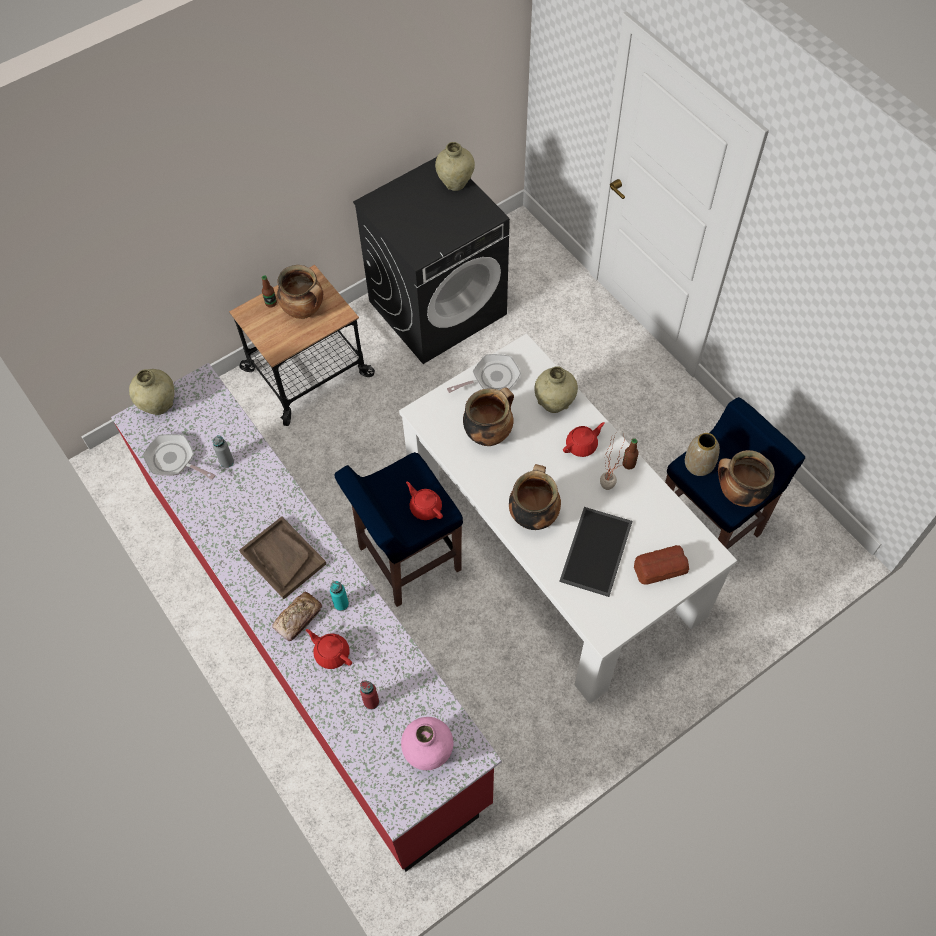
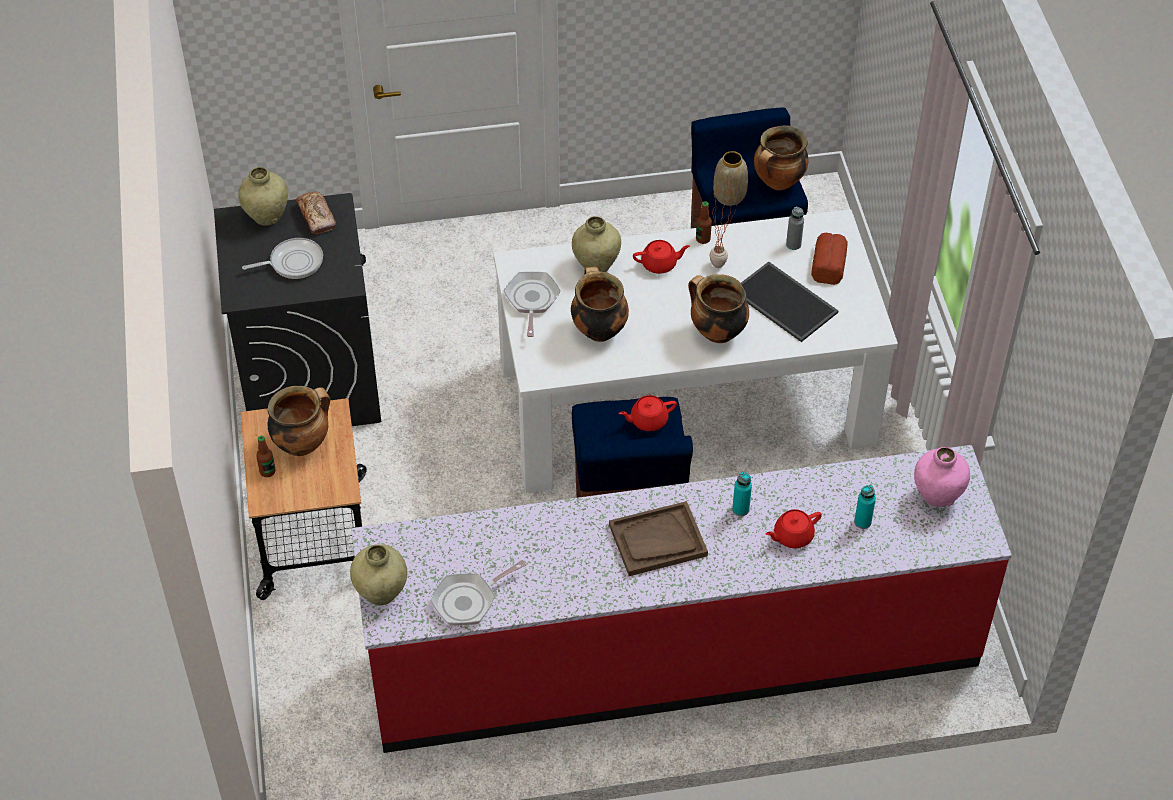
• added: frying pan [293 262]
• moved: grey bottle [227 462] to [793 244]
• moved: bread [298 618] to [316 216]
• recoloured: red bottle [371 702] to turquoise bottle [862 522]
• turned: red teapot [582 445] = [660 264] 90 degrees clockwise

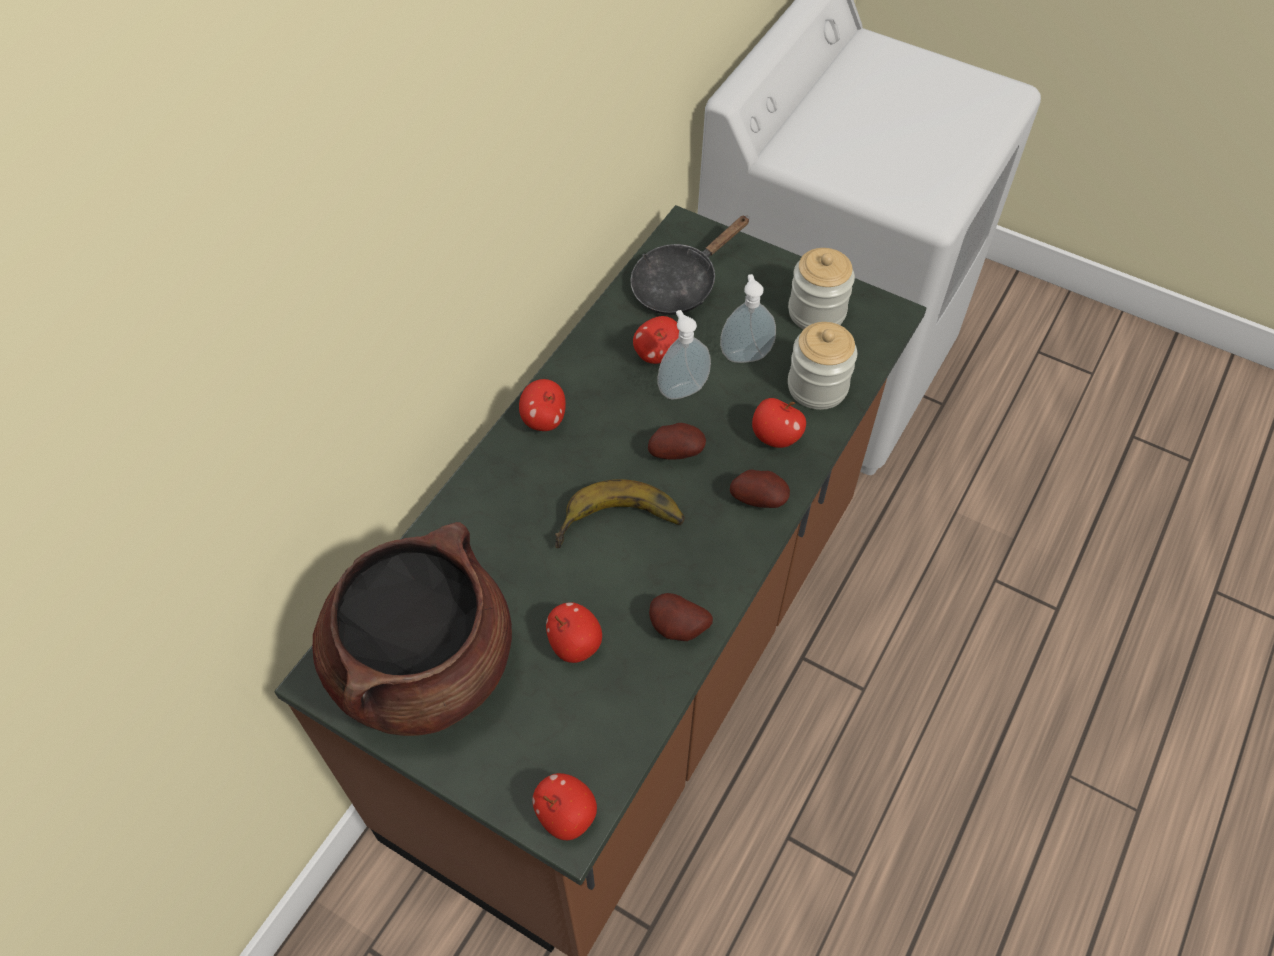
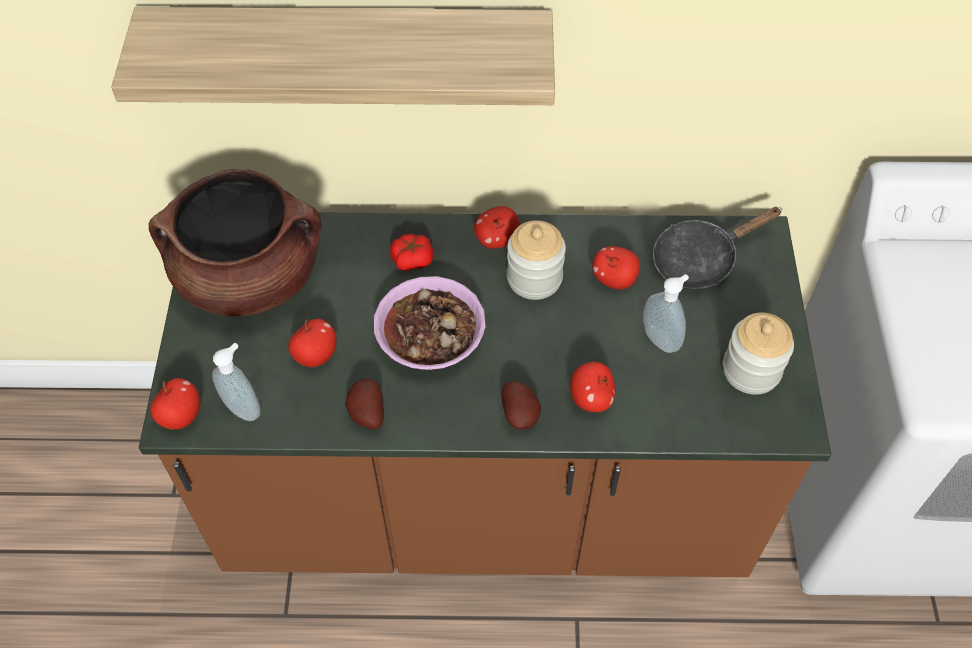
• removed: potato [676 451]
• added: shelf [349 53]
• added: tomato [412 259]
• moved: soap dispenser [681 389] to [244 407]
• moved: jar [817 386] to [534 278]
• replaced: banana [620 529] to bowl [431 335]
• turned: black frying pan [680 284] = [700 260] 45 degrees counterclockwise

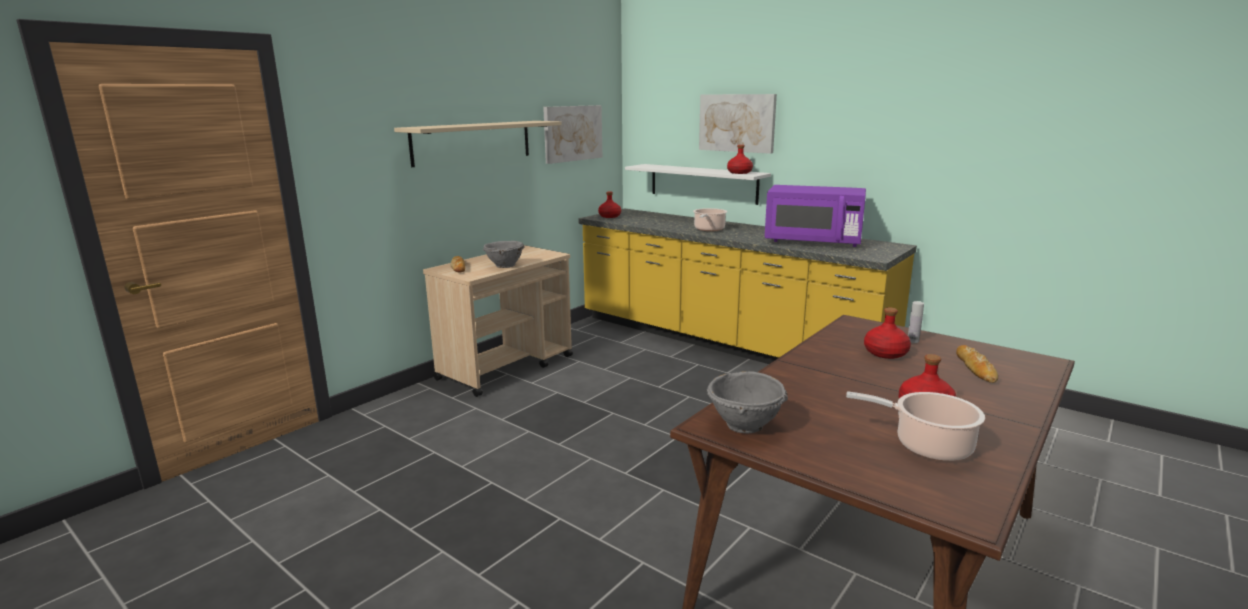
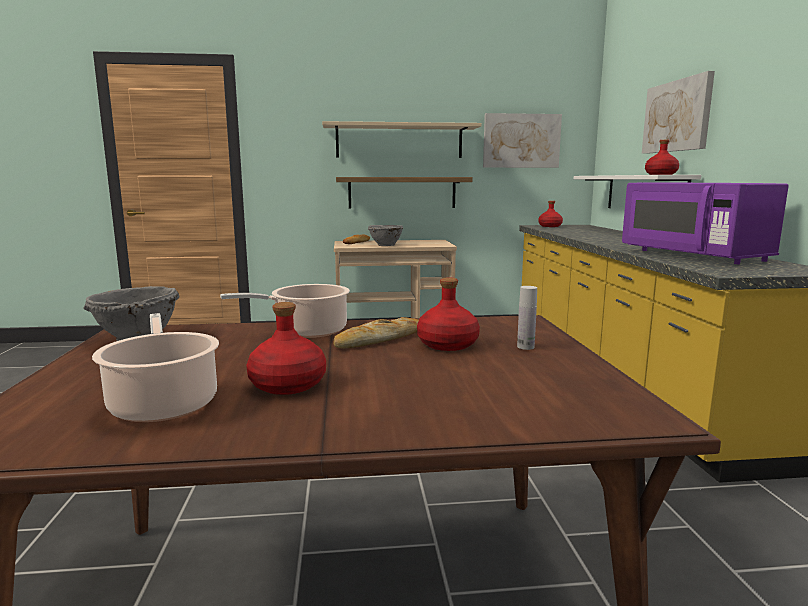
• added: shelf [402 192]
• moved: cooking pot [708 229] to [306 331]
• moved: bread [975 368] to [379 339]

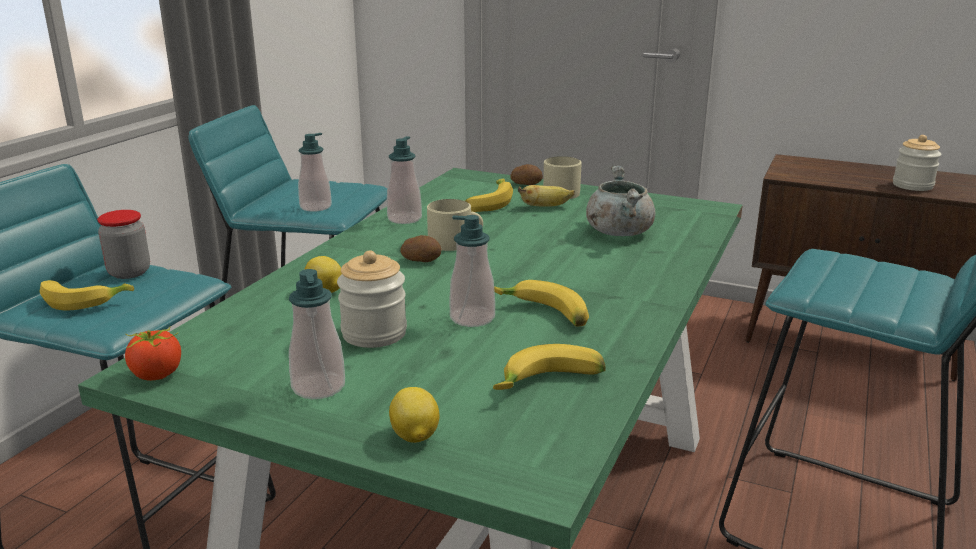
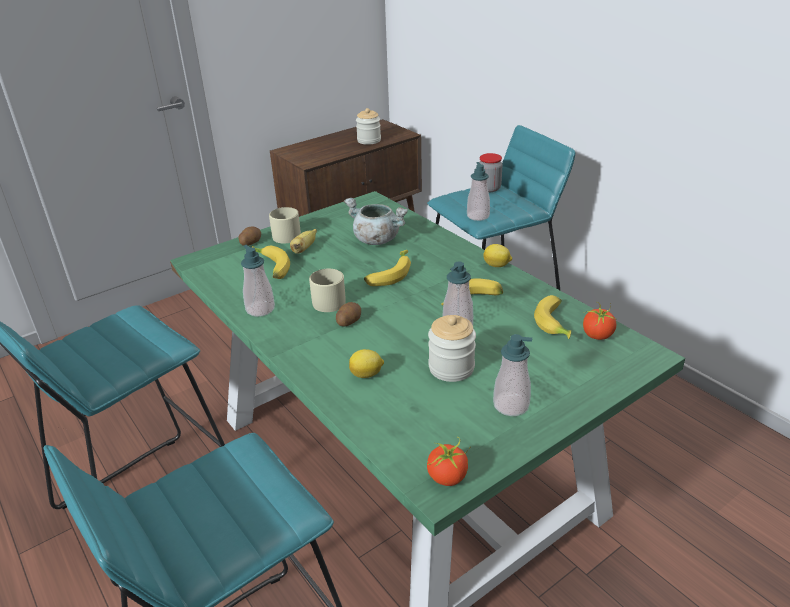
• added: tomato [597 335]
• moved: banana [85 301] to [389 274]
• moved: jar [129 272] to [489 188]
• moved: soap dispenser [315 207] to [478 216]
• moved: lemon [414 436] to [497 265]

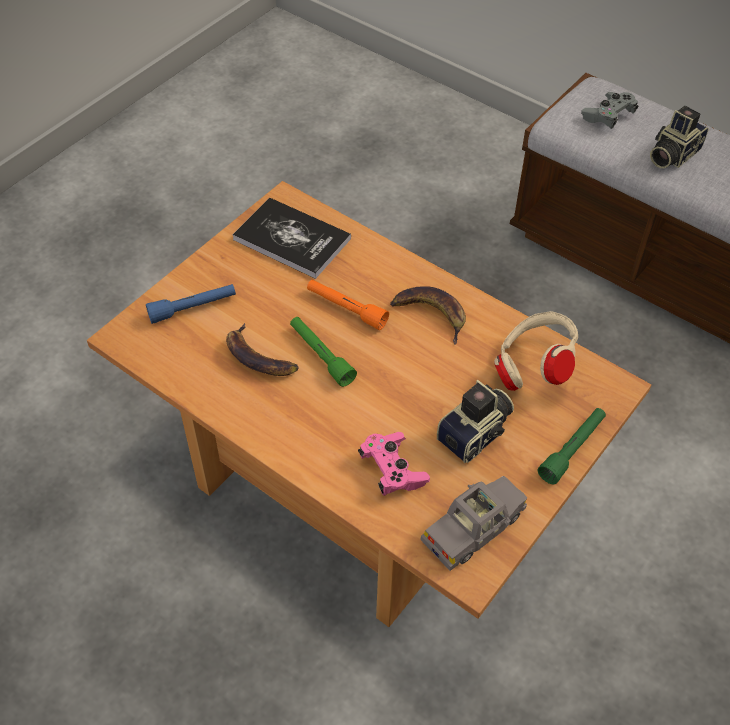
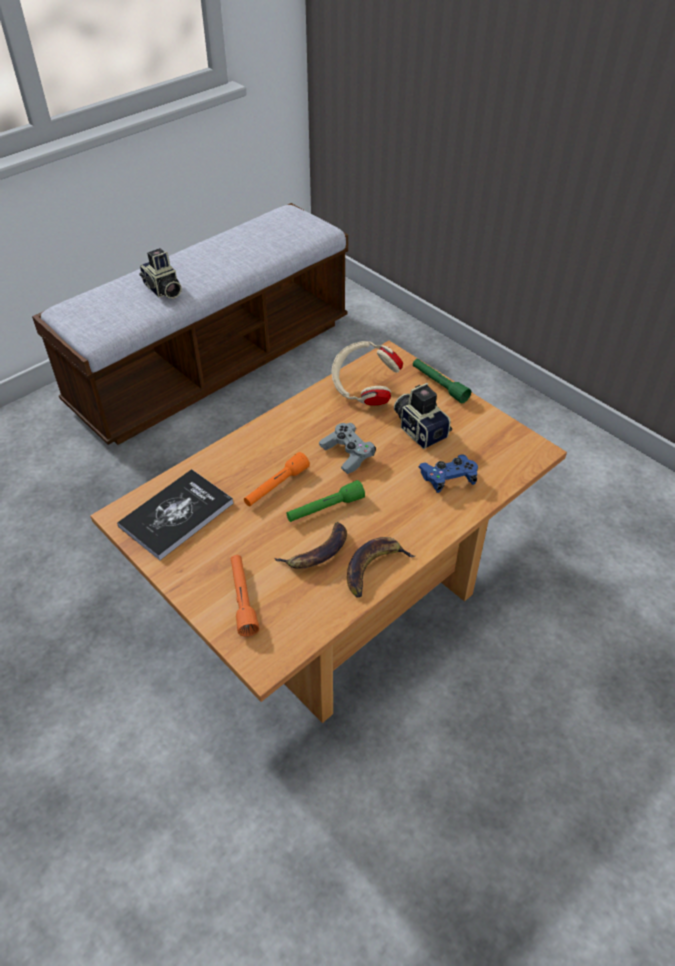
• removed: grey toy car [474 527]
• moved: banana [431 314] to [374 568]
• moved: grey game controller [608 116] to [347 454]
• recoloured: blue flashlight [193 308] to orange flashlight [243 599]
• recoloured: pink game controller [392 470] to blue game controller [448 479]

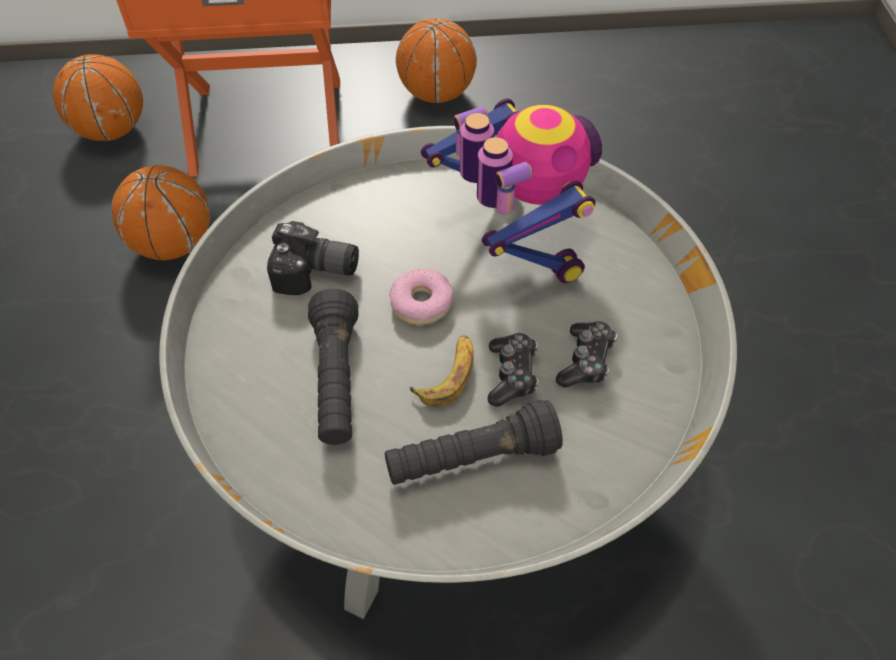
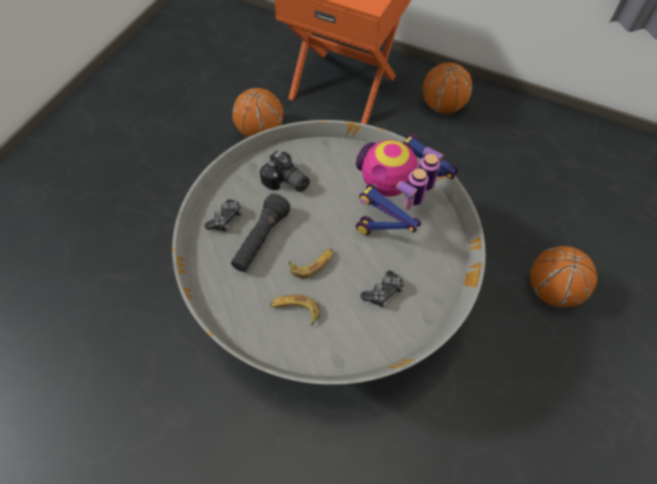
• removed: donut [421 303]
• moved: basketball [112 131] to [551 290]
• moved: game controller [512 375] to [226 219]
• replaced: black flashlight [472 459] to banana [295 310]
• turned: toy robot [515 239] = [394 211] 150 degrees counterclockwise

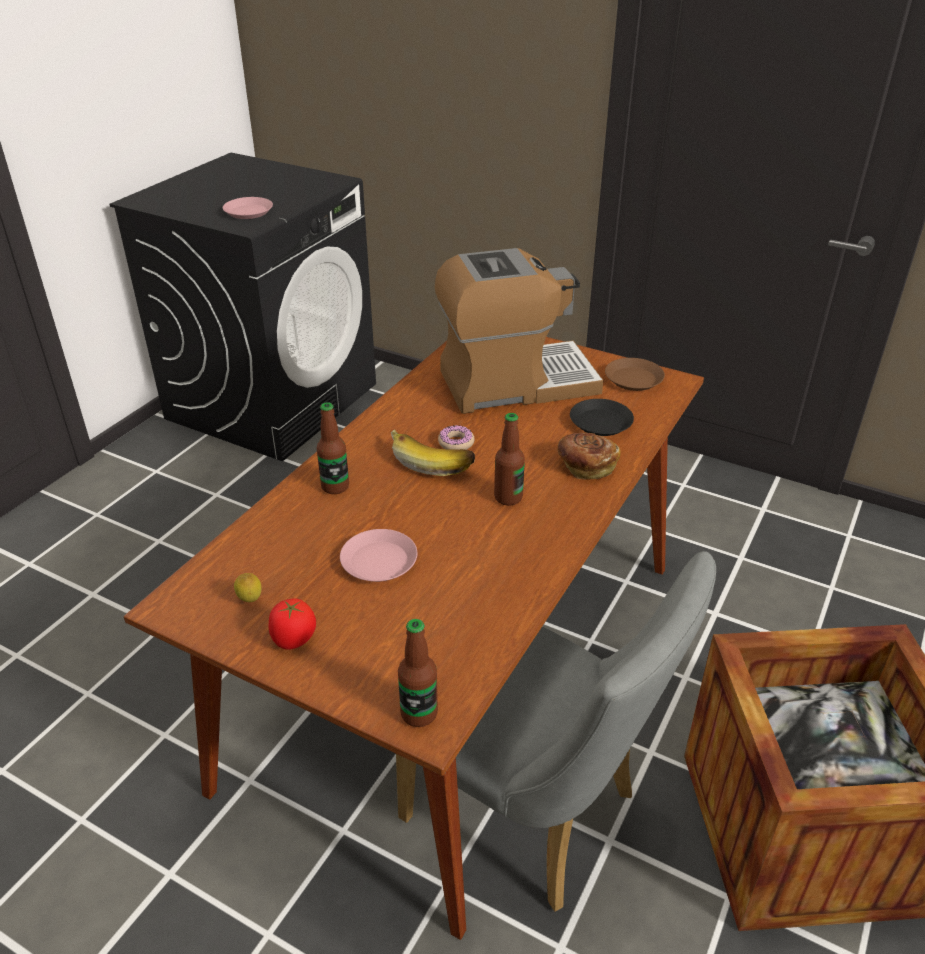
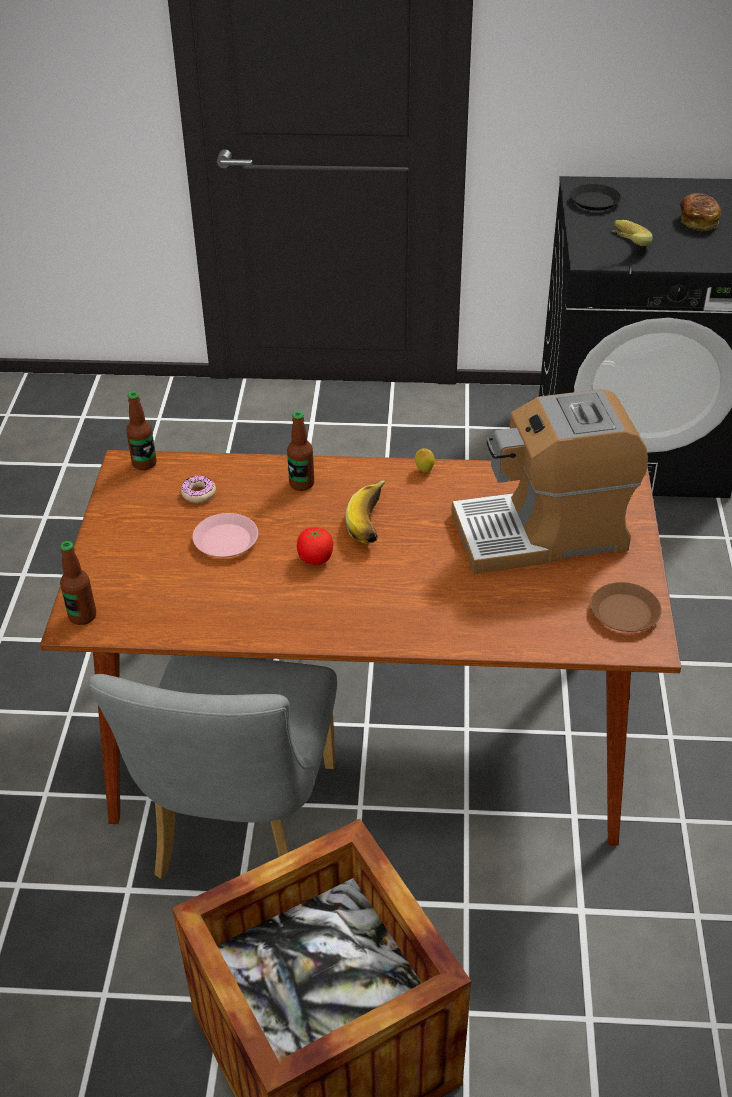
• moved: lemon [250 601] to [424 471]
• moved: tomato [293 639] to [315 559]
• moved: donut [456 443] to [198 493]
• moved: bottle [508 497] to [144 463]
• moved: bread [585 466] to [698 221]
• moved: black plate [601 422] to [594 201]
• replaced: pink plate [248 212] to banana [621 245]
• turned: coffee machine [515 383] = [542 532] 120 degrees clockwise

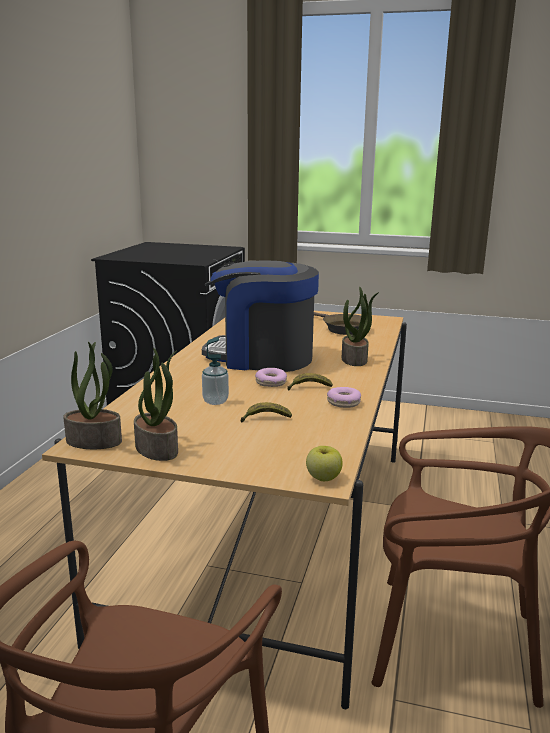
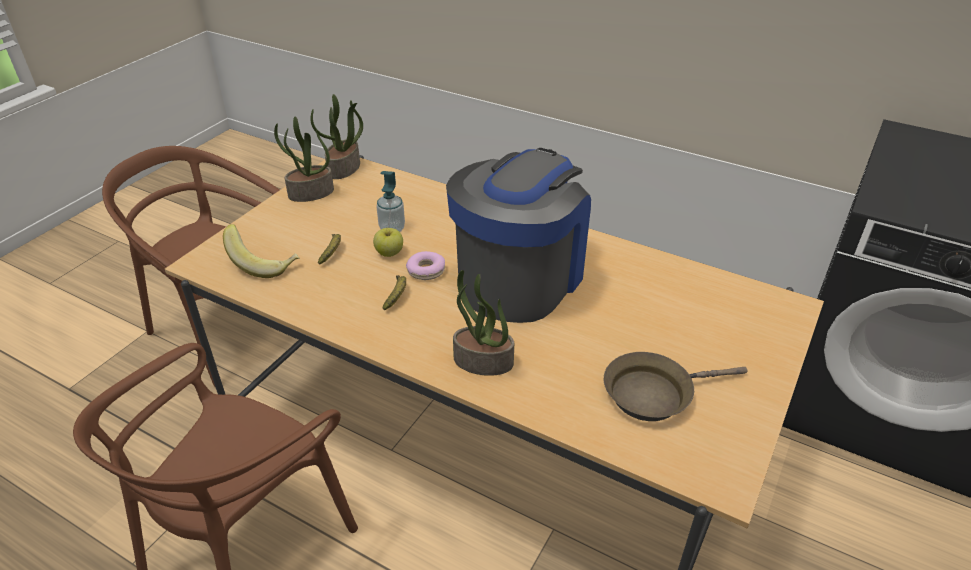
• removed: donut [343 402]
• added: banana [264 264]
• moved: apple [323 478] to [389 253]

